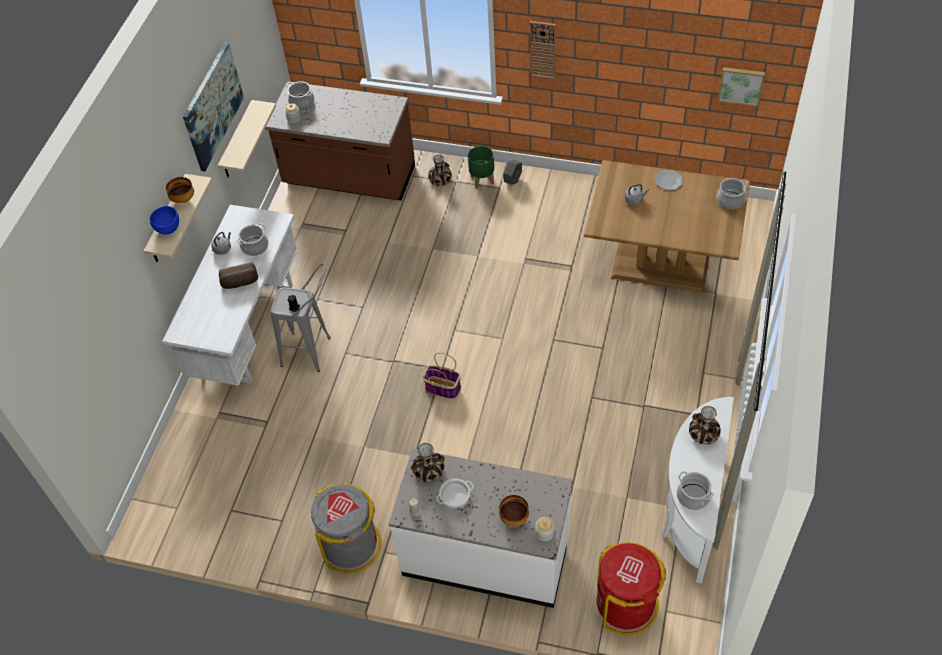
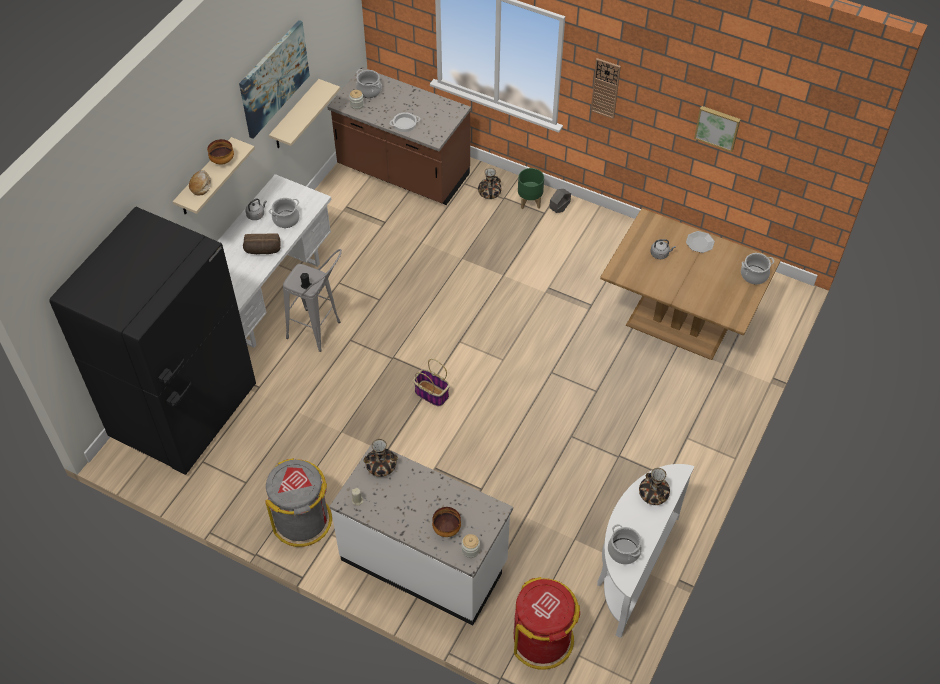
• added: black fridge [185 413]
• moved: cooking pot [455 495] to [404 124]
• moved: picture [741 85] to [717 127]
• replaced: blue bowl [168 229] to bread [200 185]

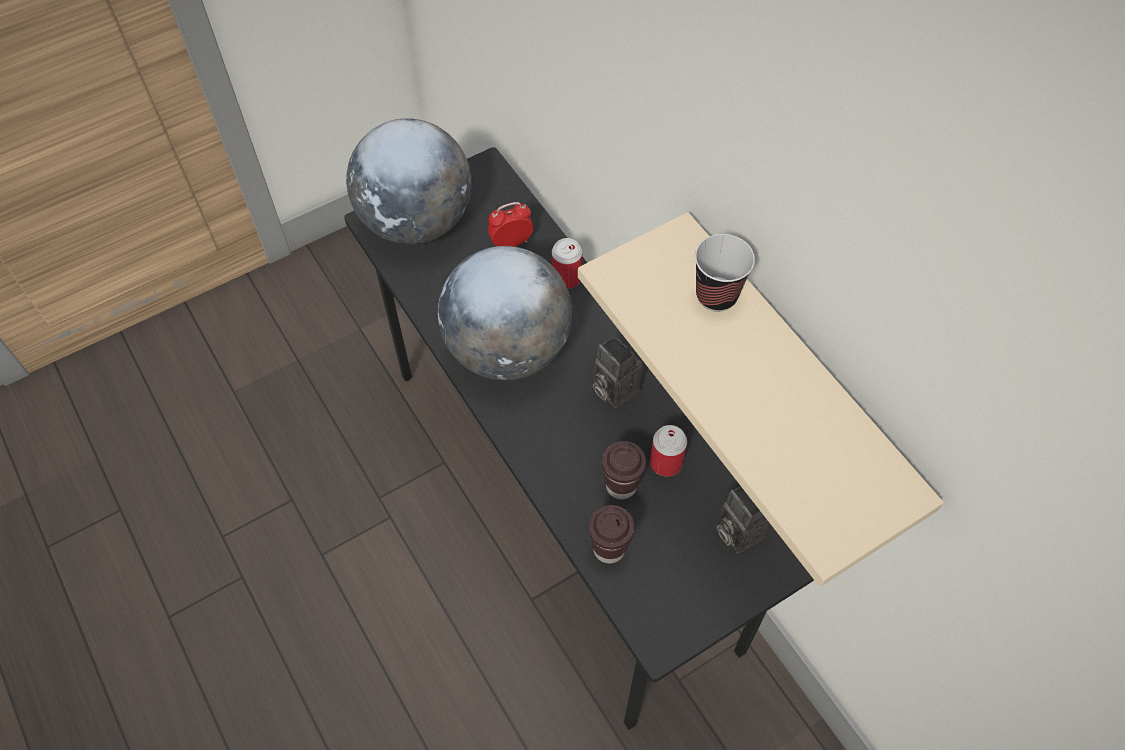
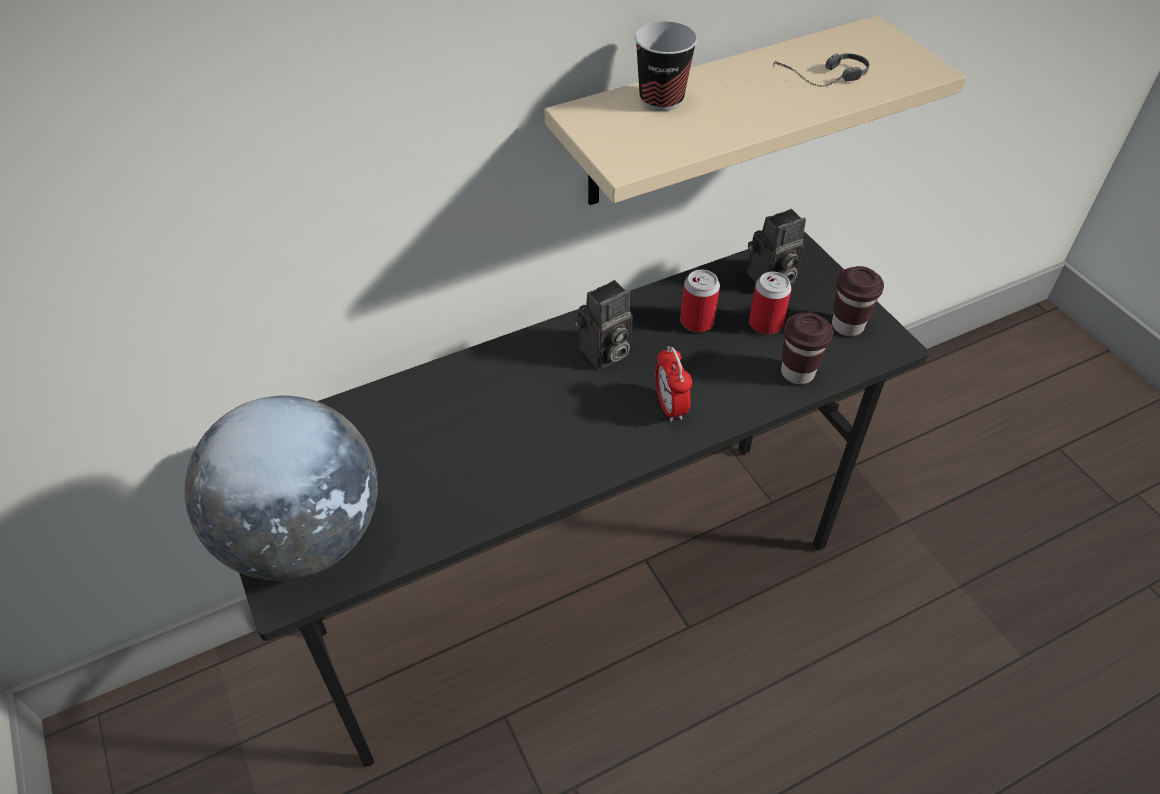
• removed: globe [508 349]
• added: headphones [821 81]
• moved: alarm clock [511 243] to [670 407]
• moved: can [566 278] to [765 323]
• moved: brown cup [621 486] to [847 325]

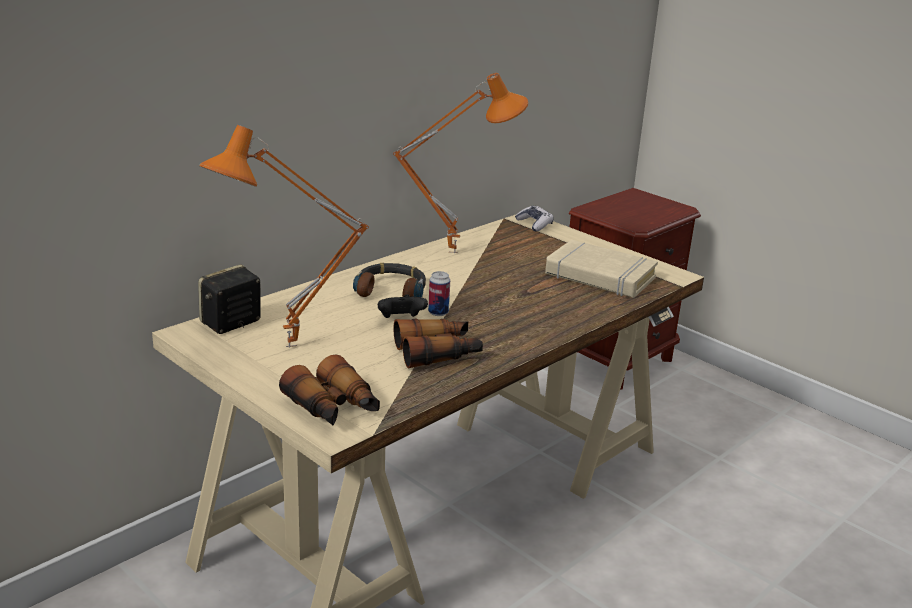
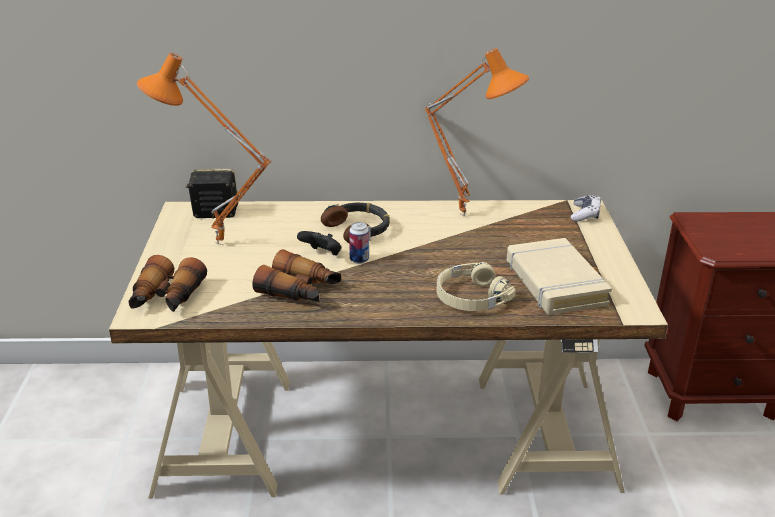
• added: beige headphones [470 297]

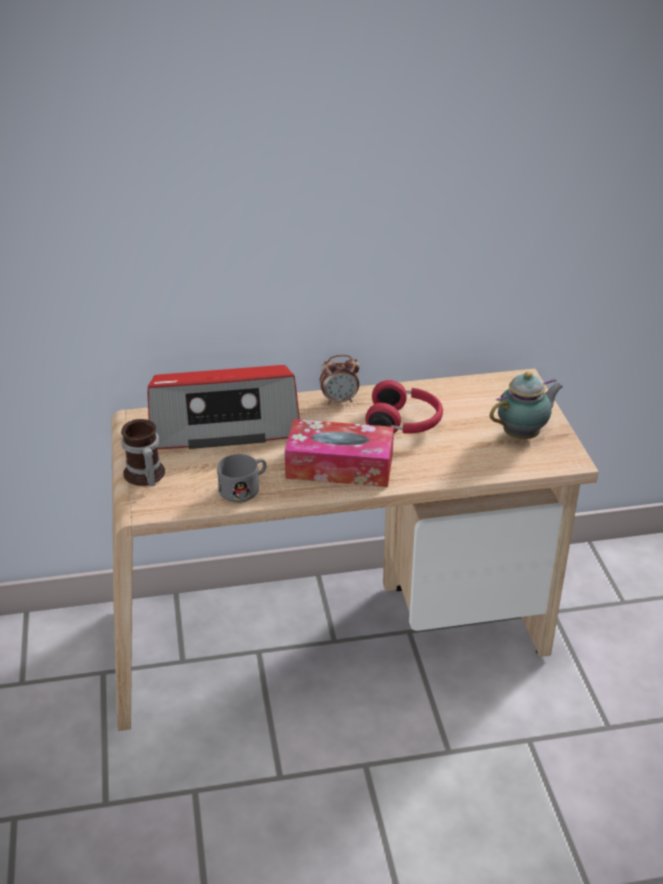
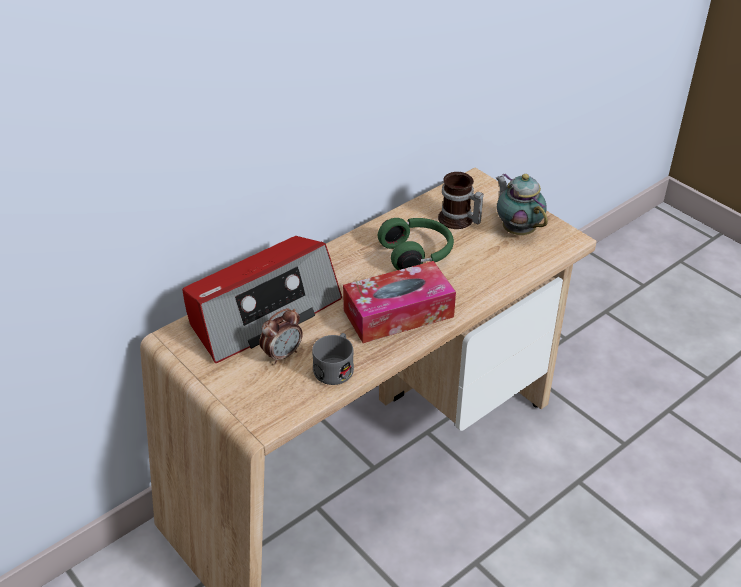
• moved: mug [143 476] to [458 221]
• moved: alarm clock [339 400] to [282 355]
• recoloured: red headphones [405 424] to green headphones [417 254]
• turned: teapot [523 435] = [517 229] 60 degrees counterclockwise

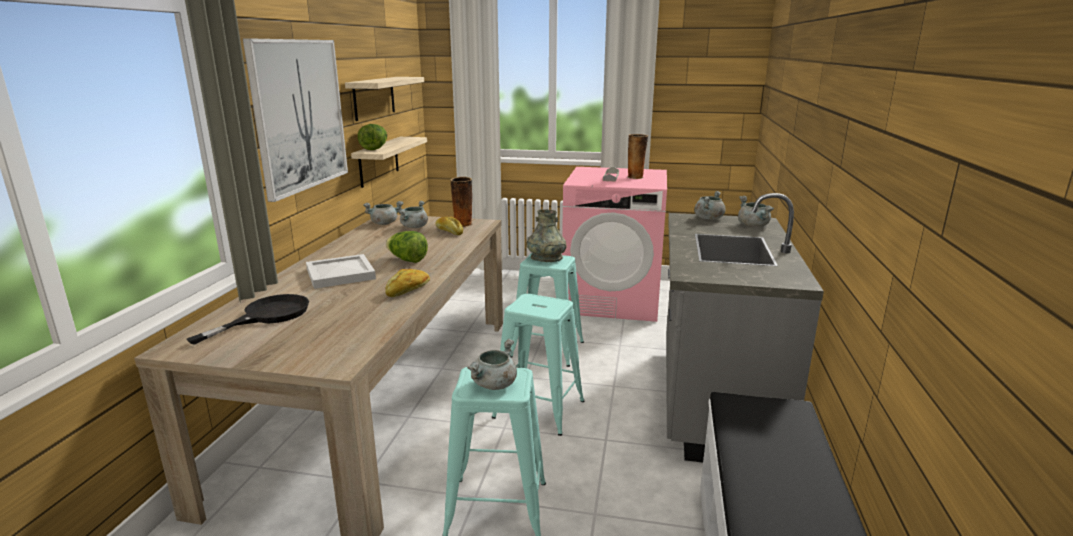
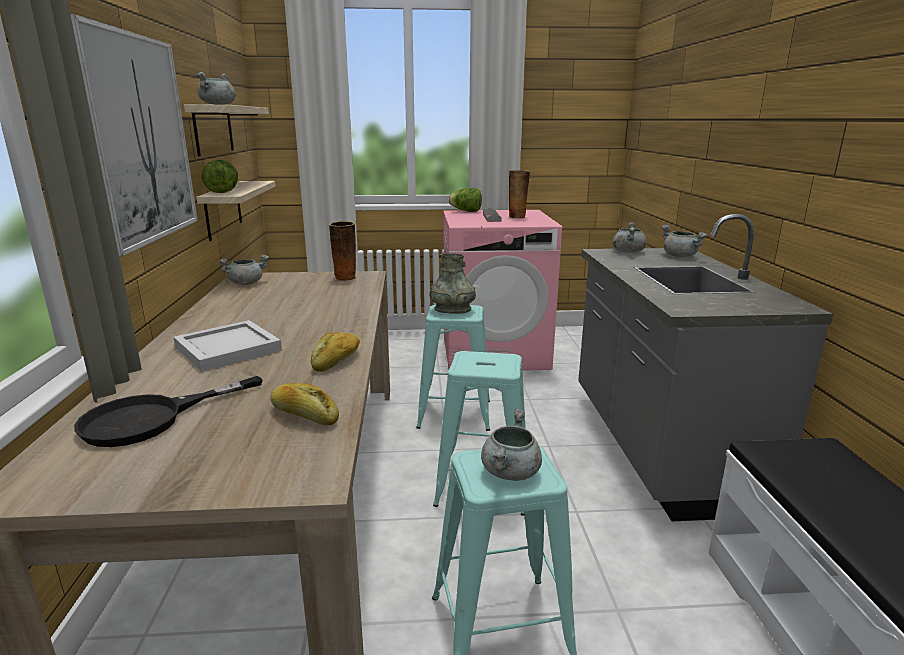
• moved: lettuce [407 260] to [466 211]
• moved: grey cooking pot [414 227] to [218 104]
• moved: bread [449 231] to [304 415]
• turned: black frying pan [266 316] = [151 418] 150 degrees counterclockwise

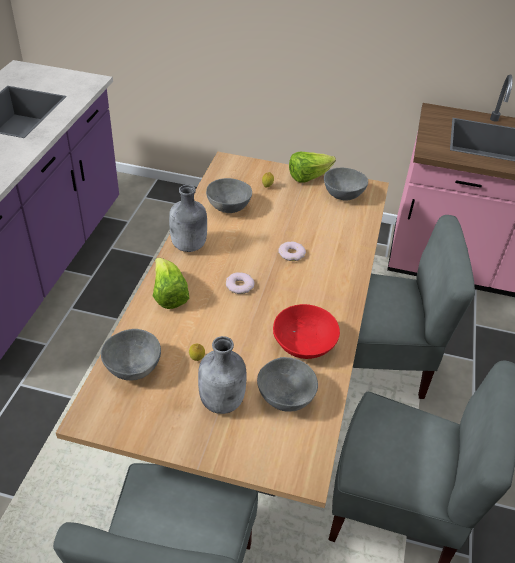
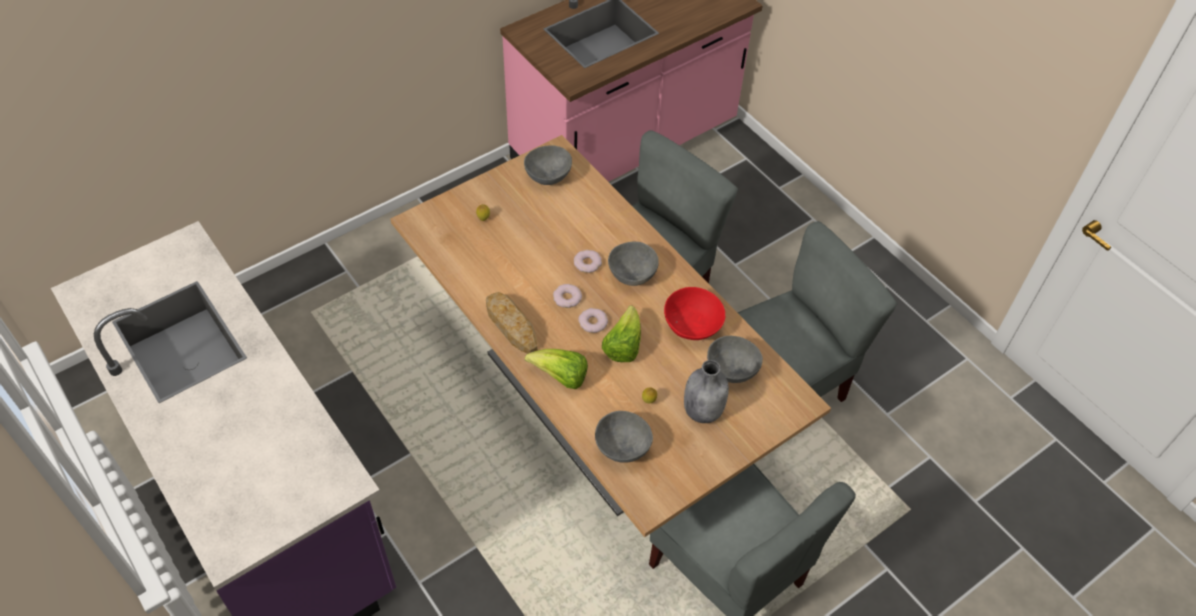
• added: donut [567 298]
• moved: grey bowl [227 207] to [631 276]
• moved: lettuce [308 177] to [623 346]
• replaced: grey bottle [189 246] to bread [511 326]

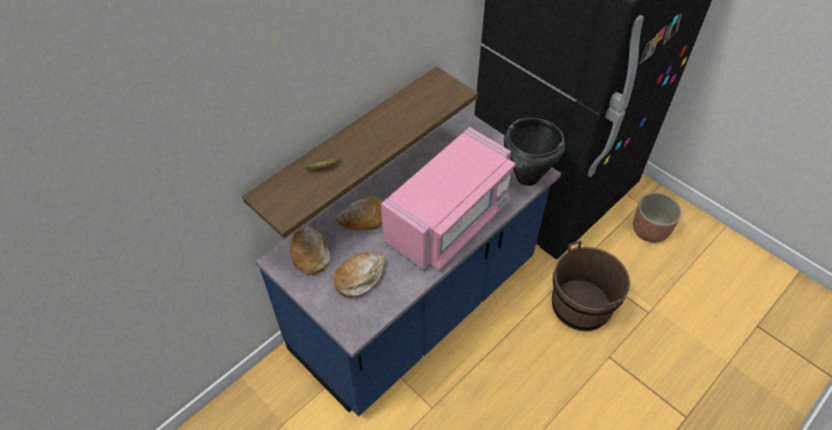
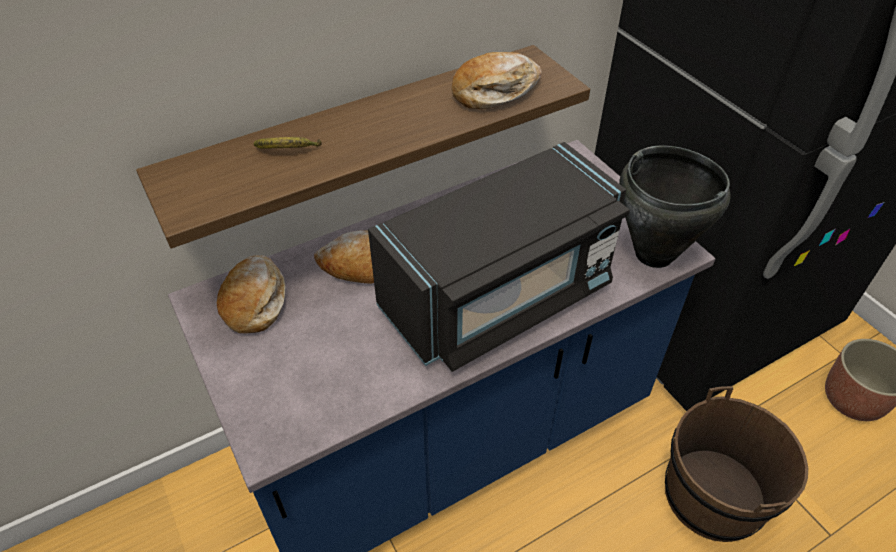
• moved: bread [359 277] to [495 91]
• recoloured: pink microwave [448 221] to black microwave [499 296]

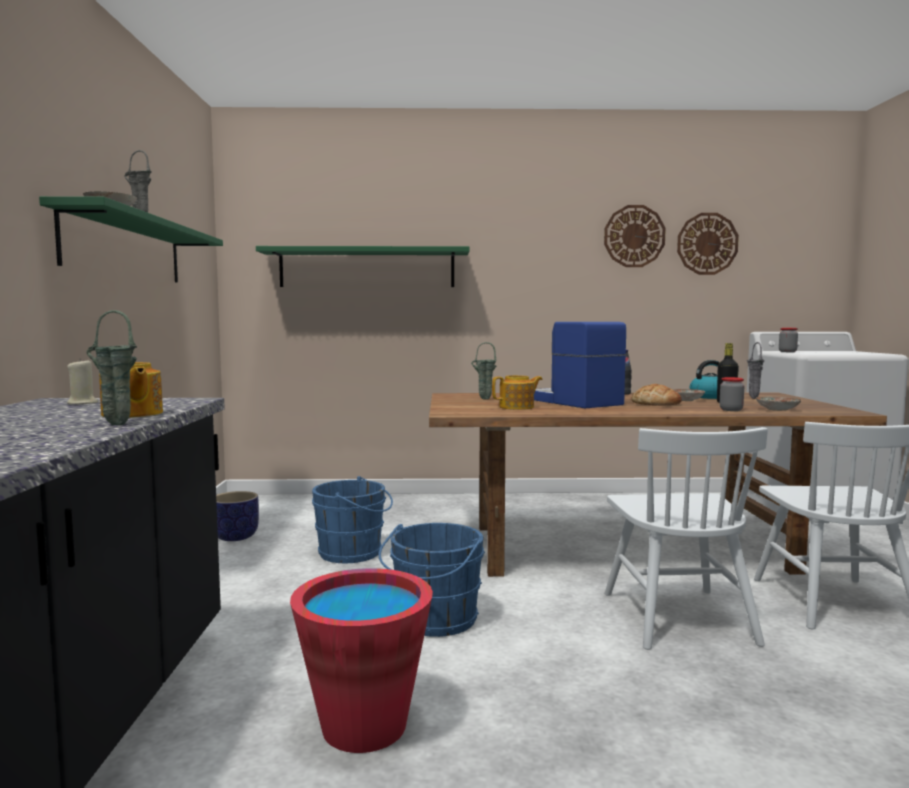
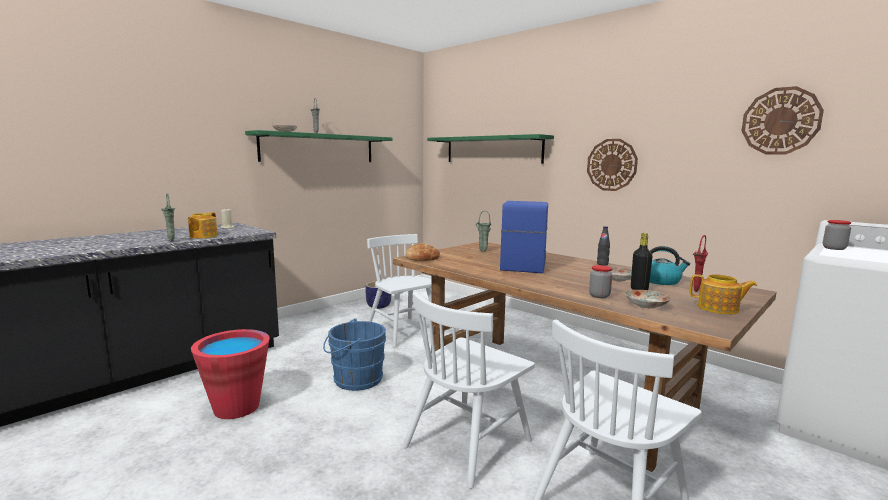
• moved: teapot [517 407] to [719 309]
• moved: wall clock [634 236] to [611 165]
• moved: bread [656 403] to [422 258]
• replaced: blue bucket [354 553] to white chair [403 331]
• recoloured: grey vase [752 398] to red vase [696 291]

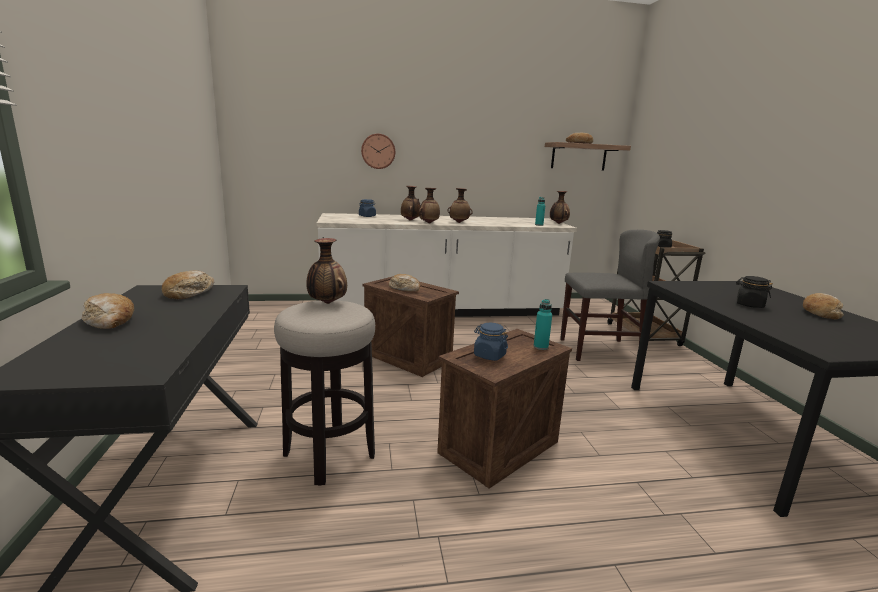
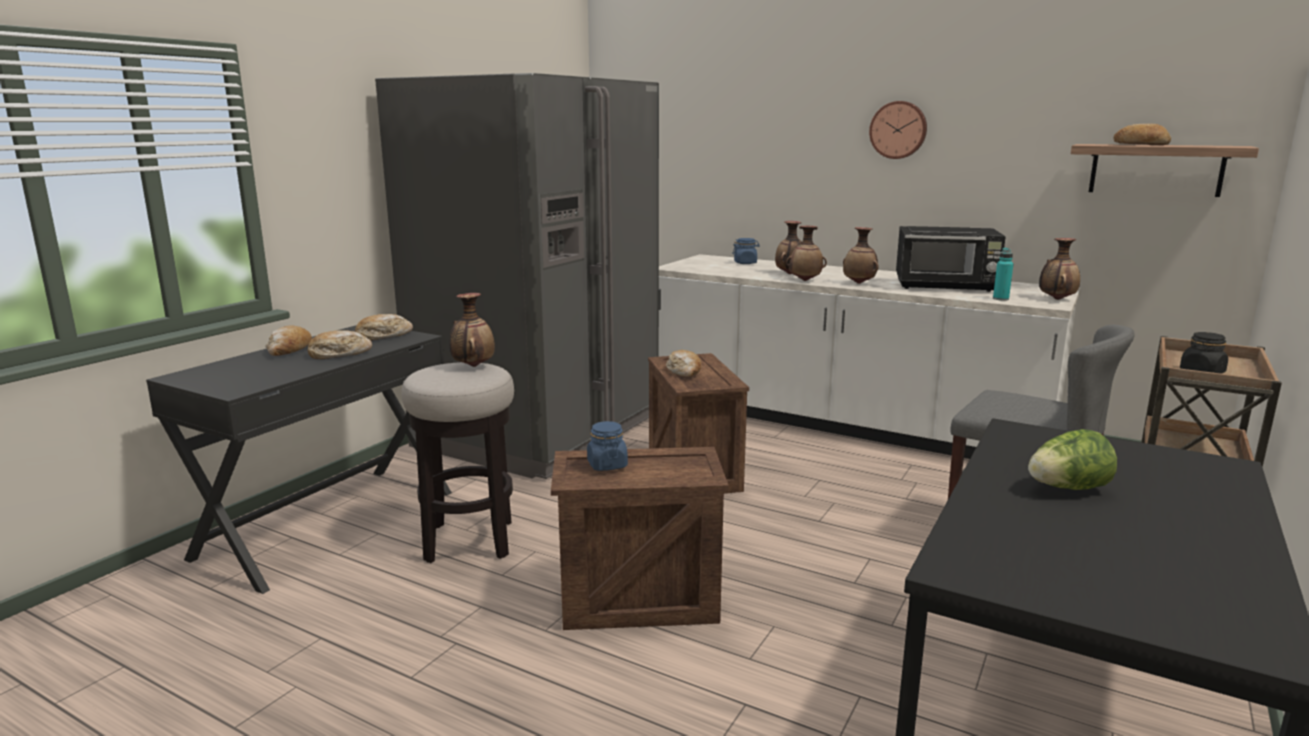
• removed: turquoise bottle [540 347]
• added: grey fridge [539 432]
• added: black microwave [946 286]
• moved: wall clock [378 151] to [898 130]
• moved: bread [820 313] to [339 354]
• replaced: black jar [749 305] to lettuce [1067 488]

